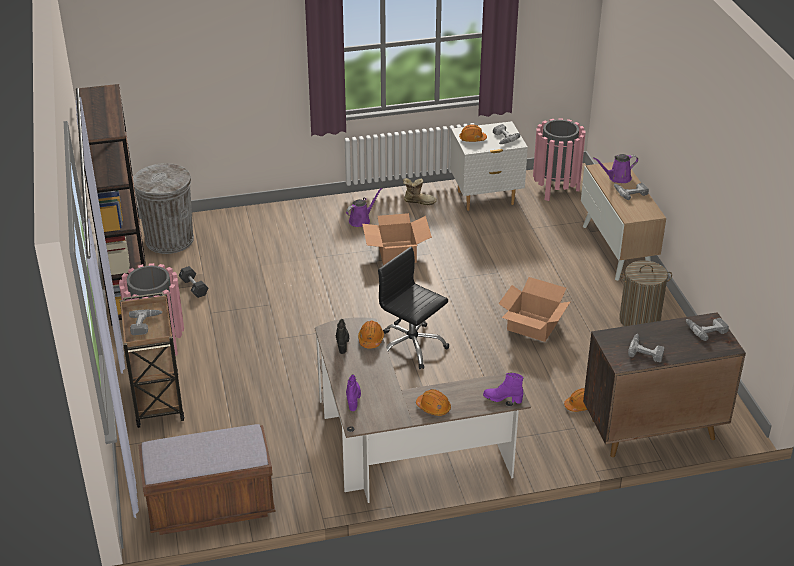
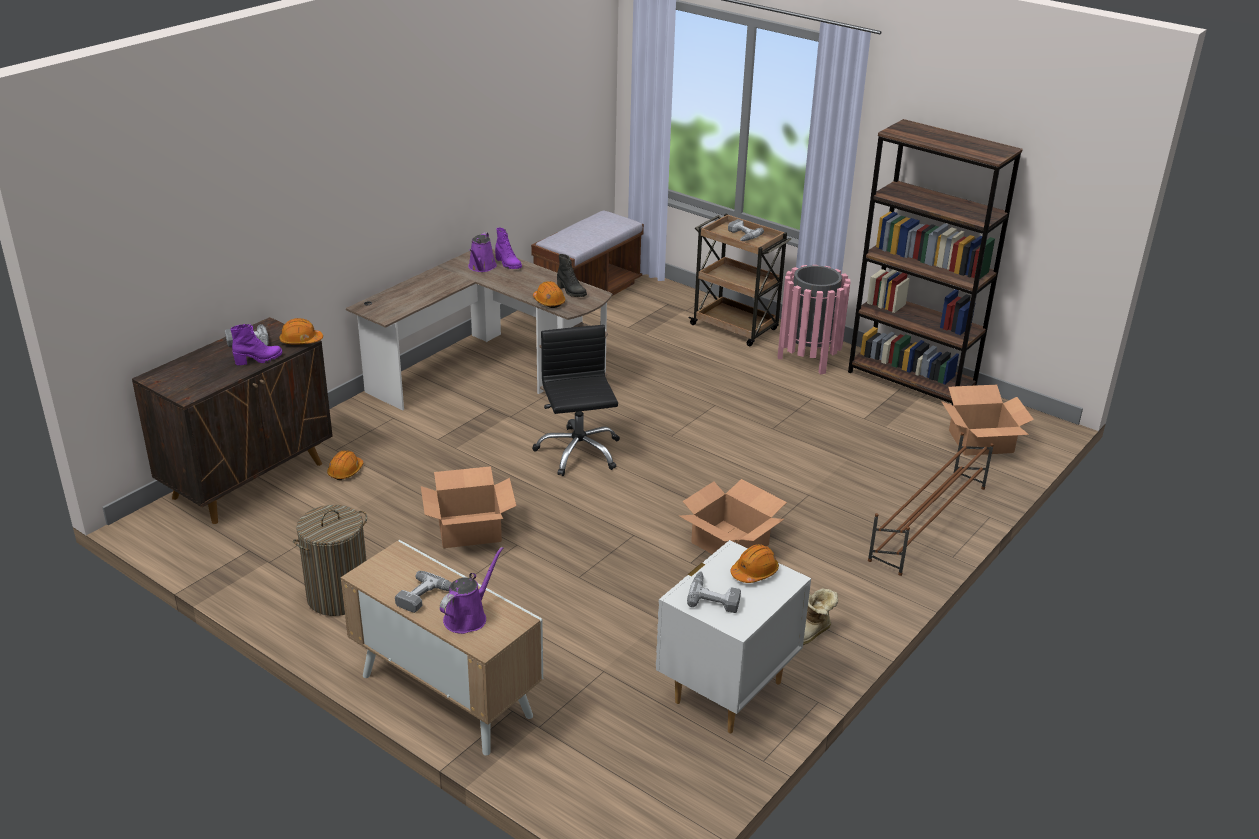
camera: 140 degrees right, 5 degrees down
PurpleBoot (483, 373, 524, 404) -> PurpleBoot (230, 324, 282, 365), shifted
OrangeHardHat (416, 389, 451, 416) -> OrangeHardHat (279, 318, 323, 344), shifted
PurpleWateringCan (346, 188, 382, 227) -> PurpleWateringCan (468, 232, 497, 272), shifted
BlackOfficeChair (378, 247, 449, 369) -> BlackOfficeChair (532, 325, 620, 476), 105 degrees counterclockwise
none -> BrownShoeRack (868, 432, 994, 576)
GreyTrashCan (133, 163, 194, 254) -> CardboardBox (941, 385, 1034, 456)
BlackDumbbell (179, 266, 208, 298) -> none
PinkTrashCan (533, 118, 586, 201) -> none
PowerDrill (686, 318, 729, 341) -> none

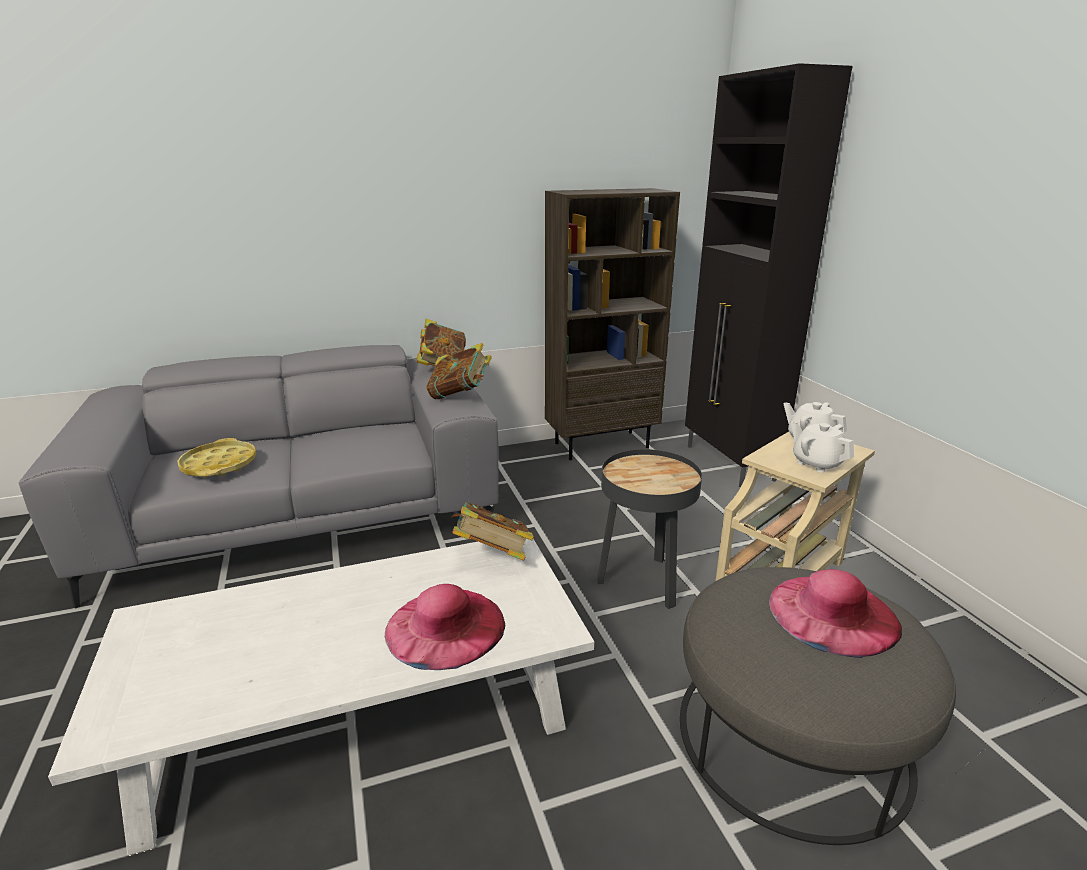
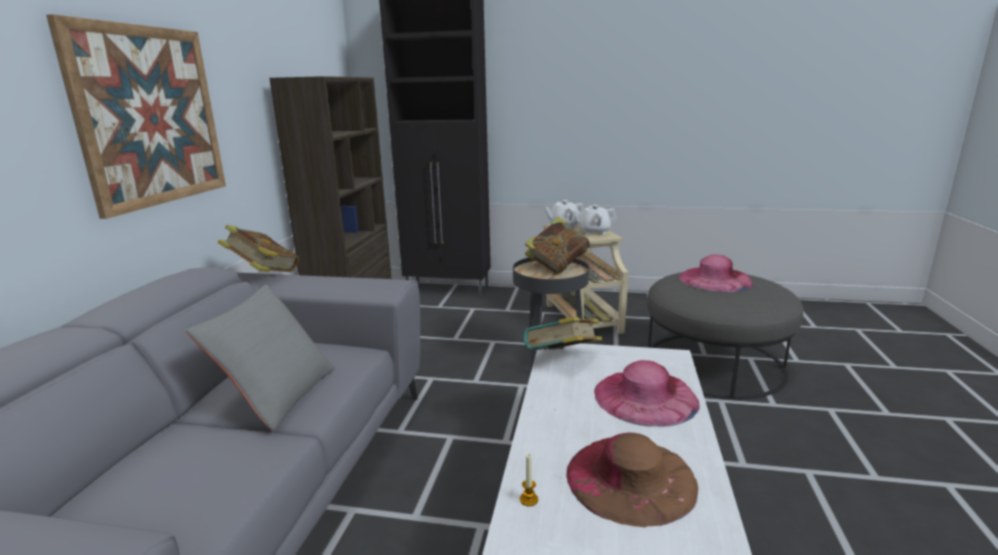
camera: 60 degrees left, 5 degrees down
none -> Picture (46, 14, 226, 219)
none -> GreyPillow (186, 284, 335, 431)
none -> Candle (520, 454, 538, 506)
Book (426, 343, 492, 399) -> Book (525, 217, 590, 274), shifted
none -> BrownHat (566, 432, 698, 527)
YellowTray (177, 438, 256, 478) -> none

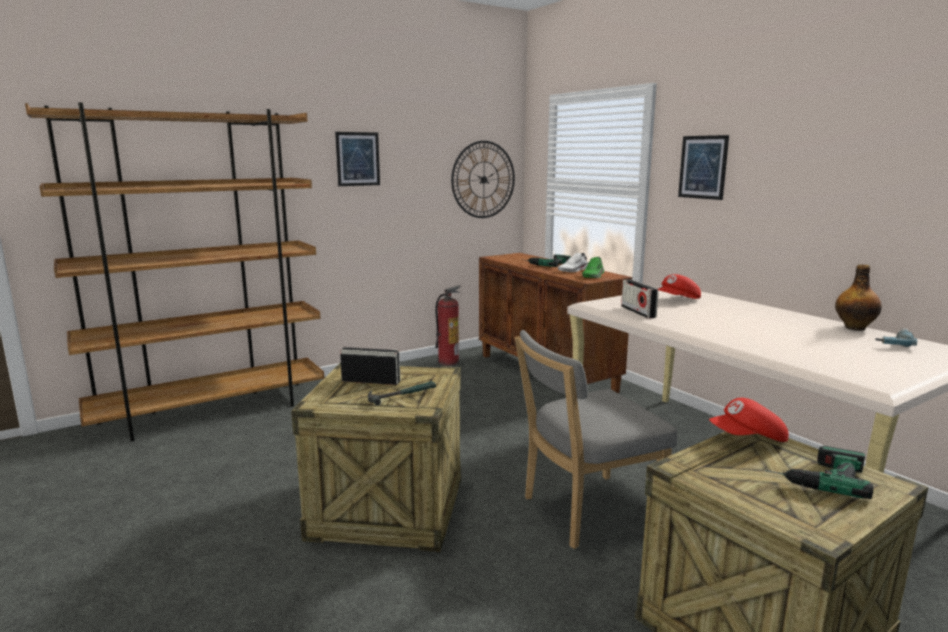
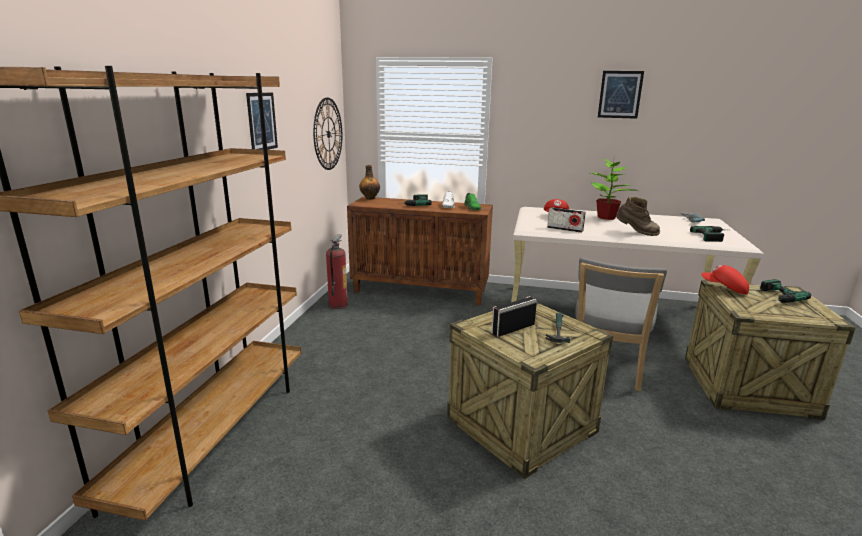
camera: 45 degrees left, 5 degrees up
Bottle (835, 265, 882, 331) -> Bottle (359, 165, 380, 200), shifted
none -> PottedPlant (591, 157, 639, 220)
Picture (678, 135, 729, 200) -> Picture (598, 71, 644, 119), shifted
none -> BrownBoot (616, 197, 660, 236)
none -> PowerDrill (690, 226, 724, 242)
RedCap (709, 398, 789, 442) -> RedCap (701, 265, 749, 295), 90 degrees clockwise

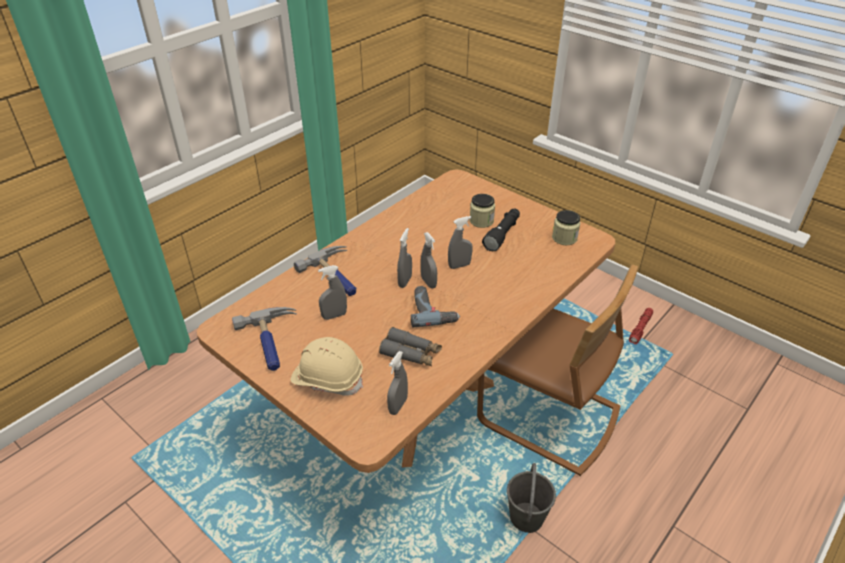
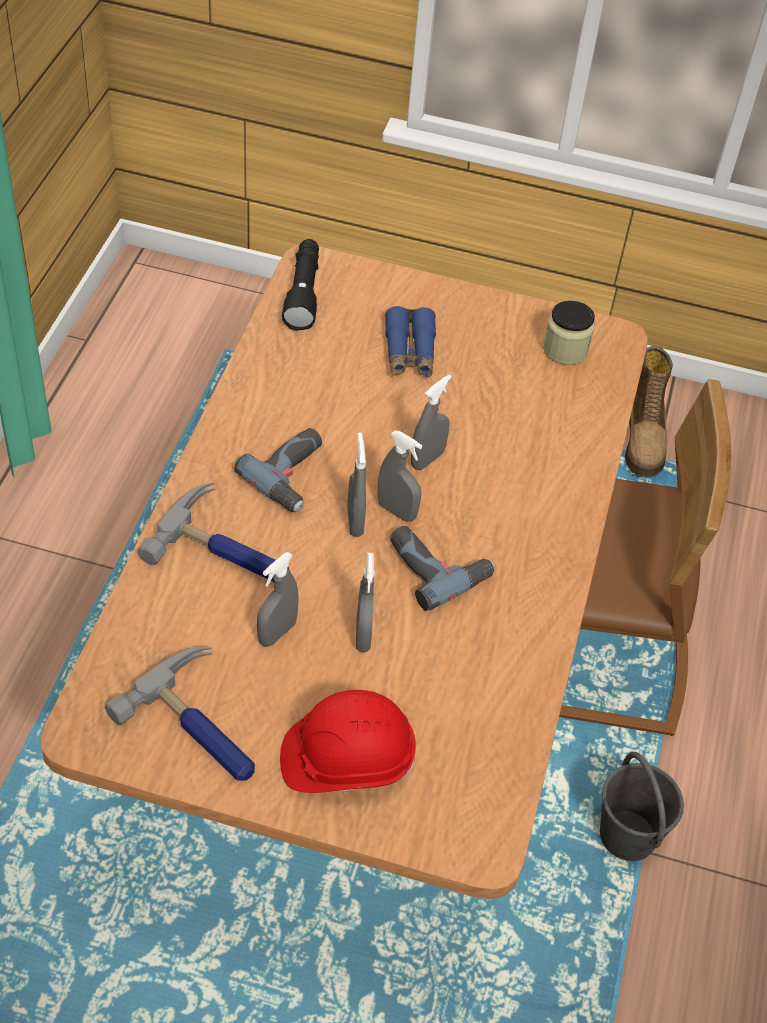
camera: 30 degrees left, 10 degrees up
none -> PowerDrill (234, 428, 322, 512)
BeigeHardHat (291, 337, 363, 396) -> RedHardHat (280, 690, 416, 793)
BlackFlashlight (482, 208, 520, 251) -> BlackFlashlight (282, 239, 319, 331), shifted
GreySprayBottle (387, 351, 408, 415) -> GreySprayBottle (356, 553, 375, 652), shifted
Jar (470, 194, 495, 228) -> BlueBinoculars (385, 306, 436, 377)
RedFlashlight (629, 308, 653, 344) -> Boot (625, 346, 673, 477)
GreyBinoculars (379, 327, 442, 366) -> none

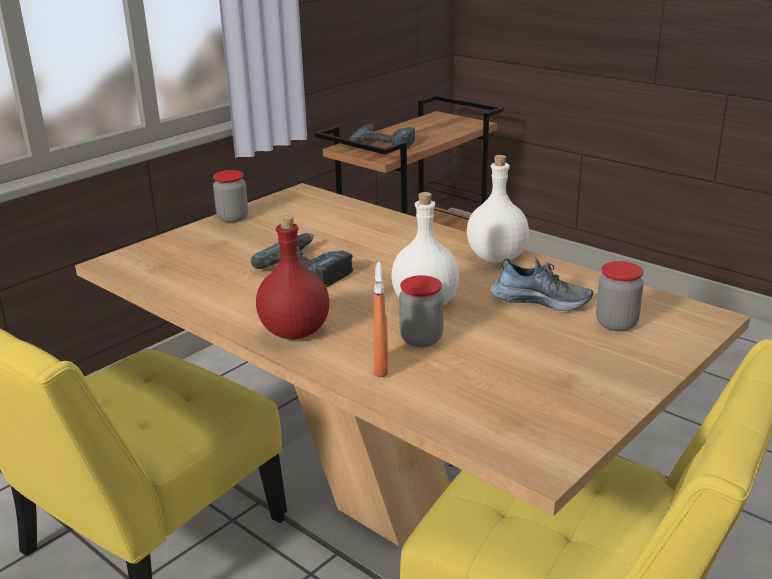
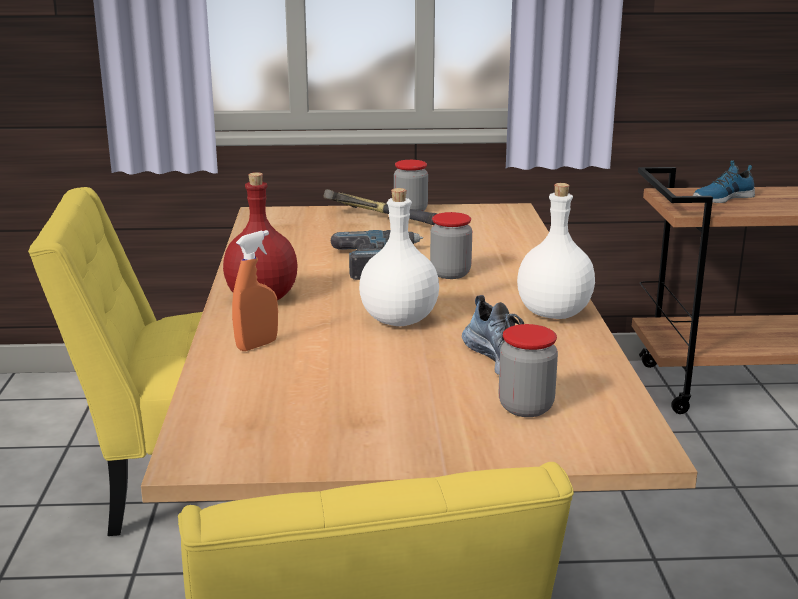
camera: 45 degrees right, 5 degrees down
none -> Hammer (324, 189, 437, 225)
Jar (399, 275, 443, 347) -> Jar (430, 212, 472, 279), shifted
PowerDrill (349, 124, 415, 149) -> Shoe (693, 160, 755, 203)

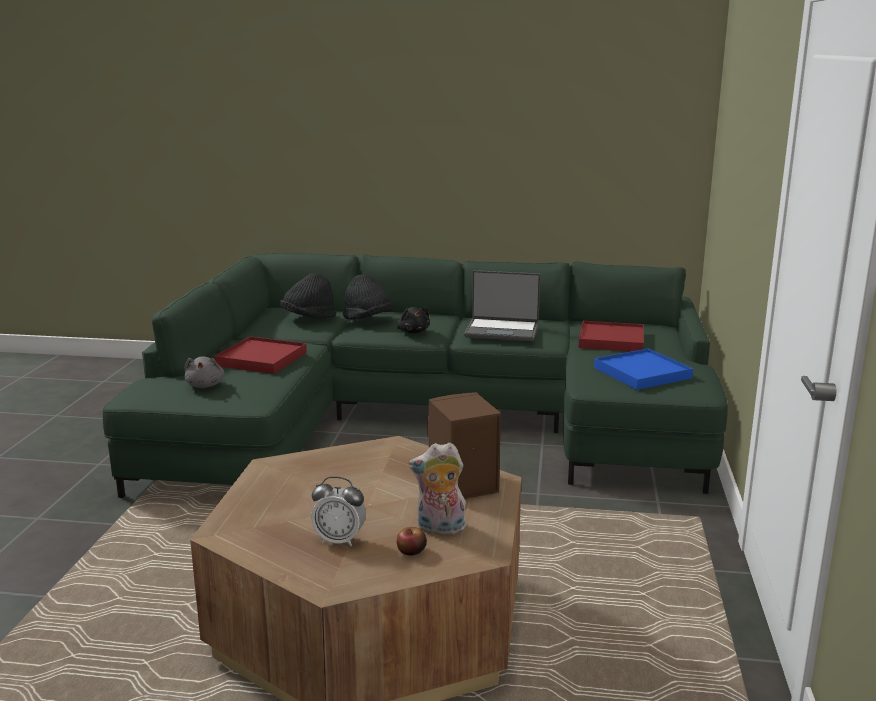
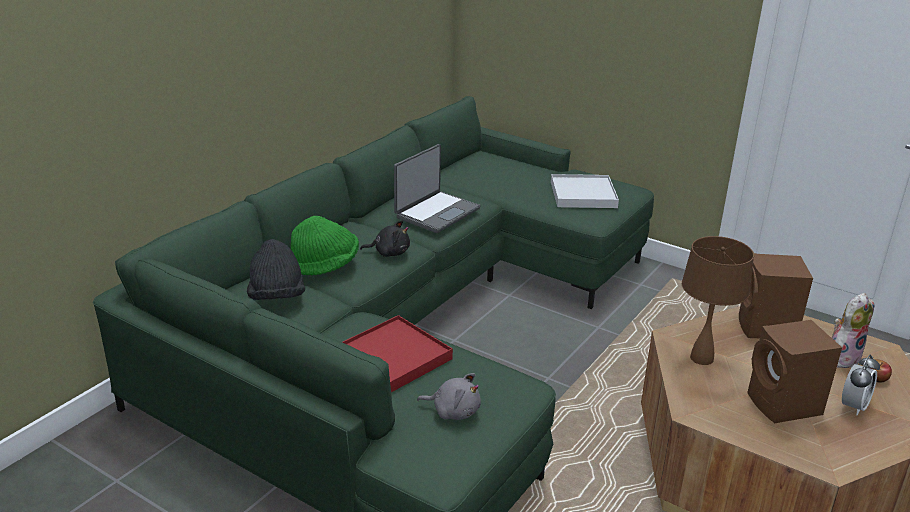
camera: 65 degrees left, 10 degrees up
BlackHat (343, 274, 395, 320) -> GreenHat (291, 216, 359, 275)
BlueTray (594, 348, 693, 390) -> WhiteTray (551, 174, 619, 208)
none -> BrownTableLamp (682, 236, 754, 365)
none -> BrownSpeaker (747, 320, 842, 423)
PlushToy (409, 443, 467, 535) -> PlushToy (832, 293, 874, 368), 150 degrees counterclockwise
RedTray (578, 321, 644, 352) -> none

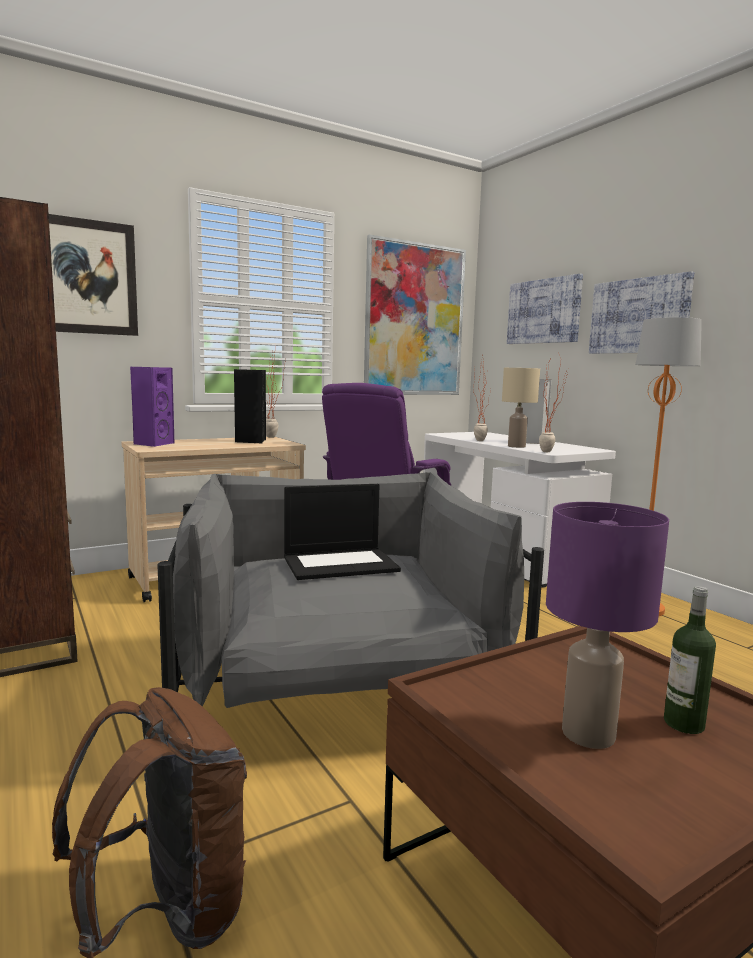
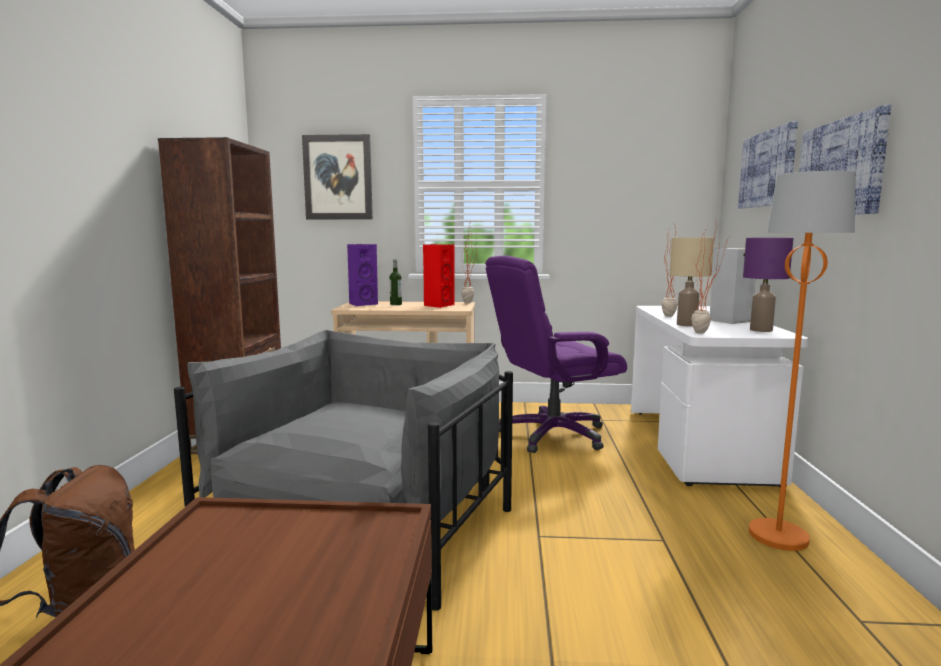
camera: 35 degrees right, 0 degrees up
Bottle (664, 586, 716, 734) -> Bottle (390, 260, 402, 305), shifted
BlackSpeaker (234, 369, 266, 443) -> RedSpeaker (423, 244, 454, 308)
PurpleTableLamp (546, 502, 669, 749) -> PurpleTableLamp (743, 238, 794, 332), shifted
Laptop (284, 484, 401, 580) -> none
Picture (364, 234, 466, 395) -> none

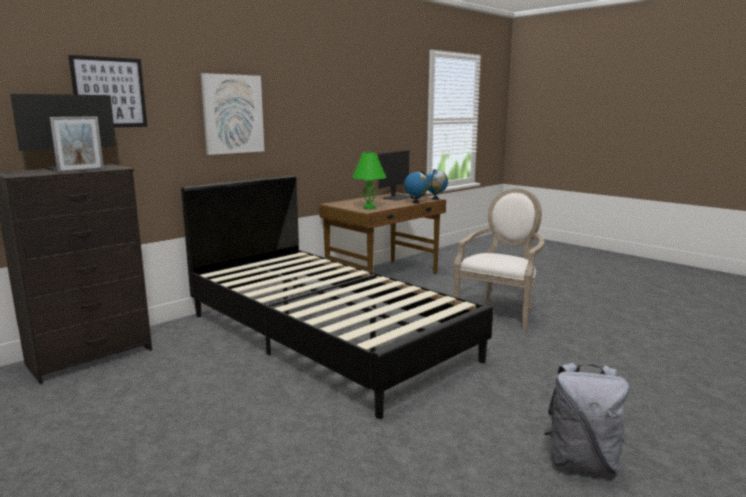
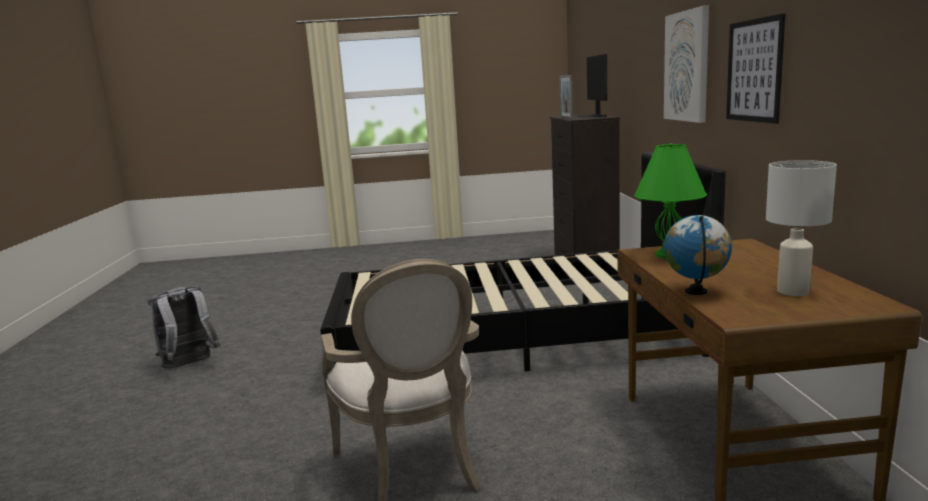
camera: 130 degrees right, 0 degrees up
Picture (68, 55, 147, 128) -> Picture (726, 14, 785, 124), shifted
Monitor (378, 150, 411, 201) -> WhiteTableLamp (766, 160, 837, 296)
Globe (426, 169, 448, 200) -> none

